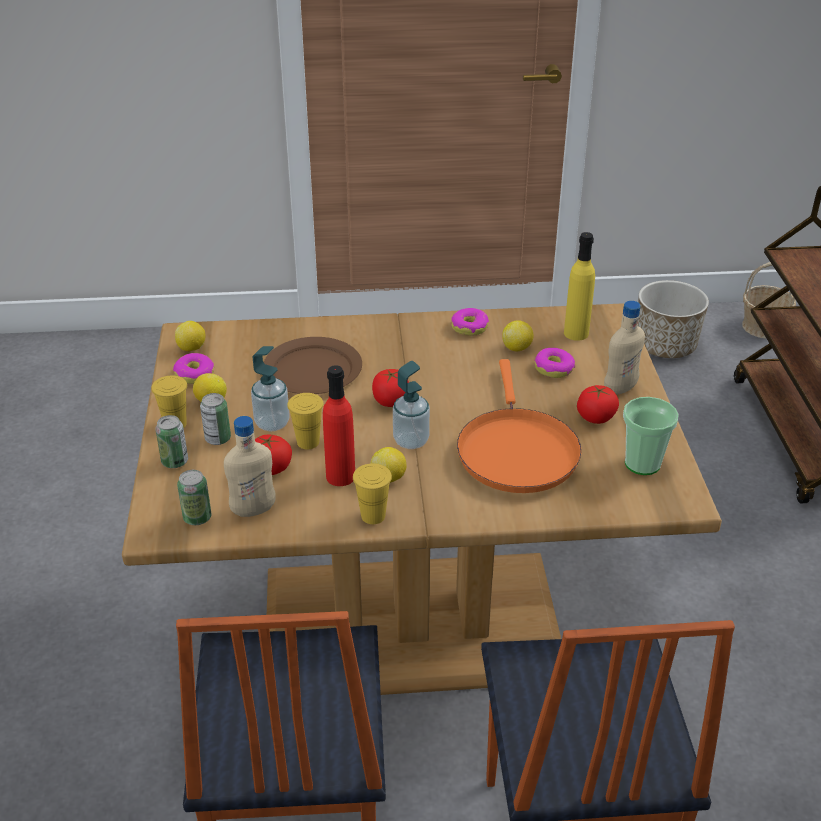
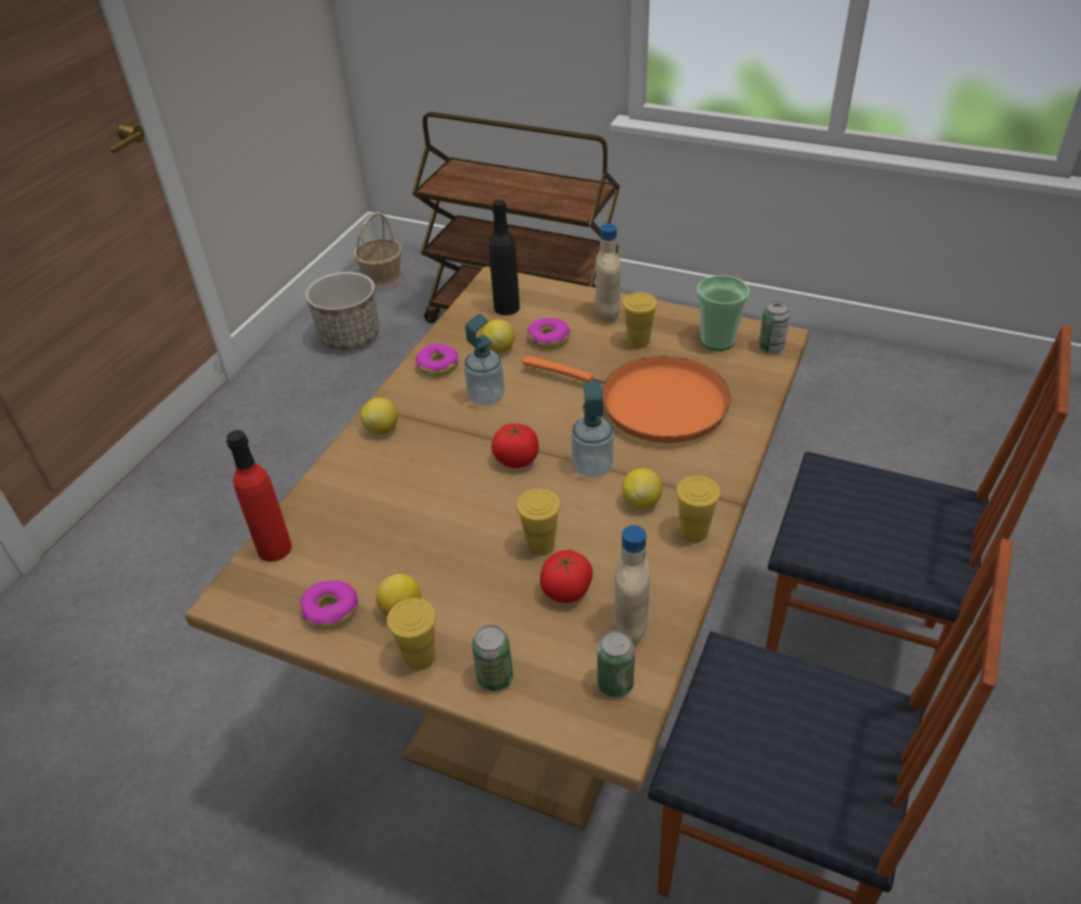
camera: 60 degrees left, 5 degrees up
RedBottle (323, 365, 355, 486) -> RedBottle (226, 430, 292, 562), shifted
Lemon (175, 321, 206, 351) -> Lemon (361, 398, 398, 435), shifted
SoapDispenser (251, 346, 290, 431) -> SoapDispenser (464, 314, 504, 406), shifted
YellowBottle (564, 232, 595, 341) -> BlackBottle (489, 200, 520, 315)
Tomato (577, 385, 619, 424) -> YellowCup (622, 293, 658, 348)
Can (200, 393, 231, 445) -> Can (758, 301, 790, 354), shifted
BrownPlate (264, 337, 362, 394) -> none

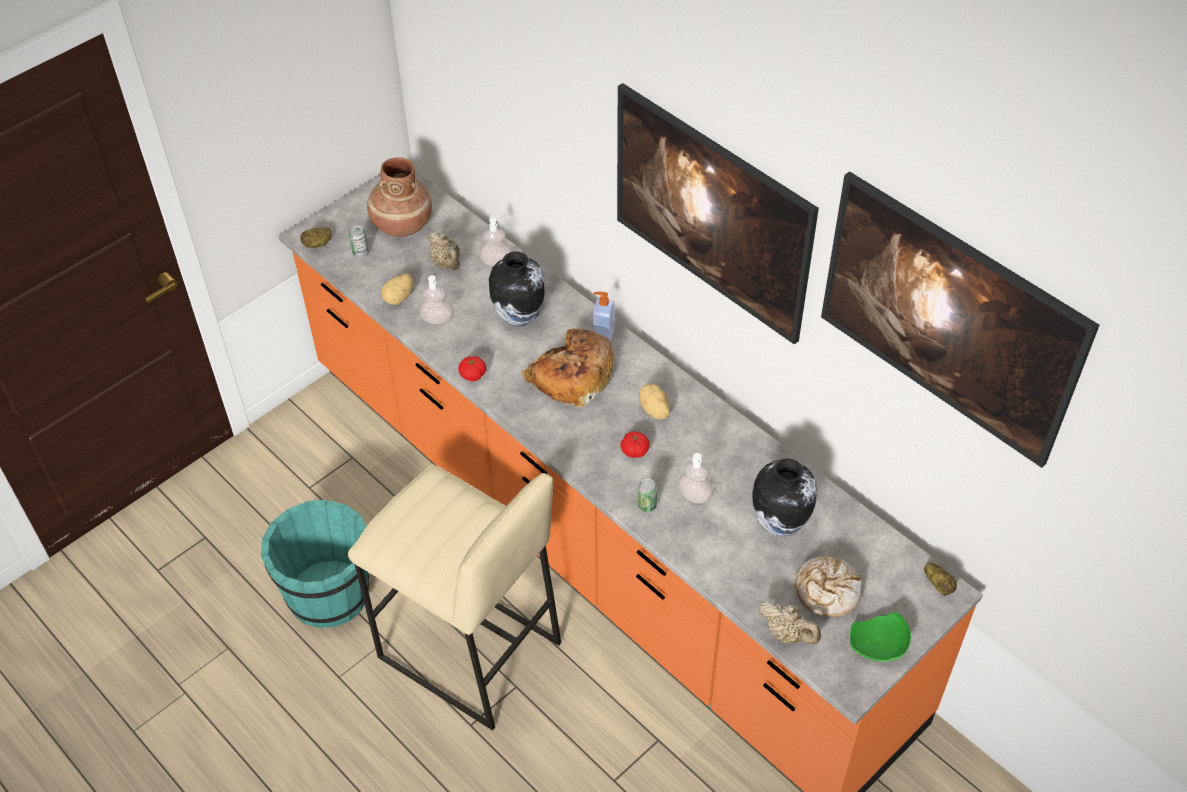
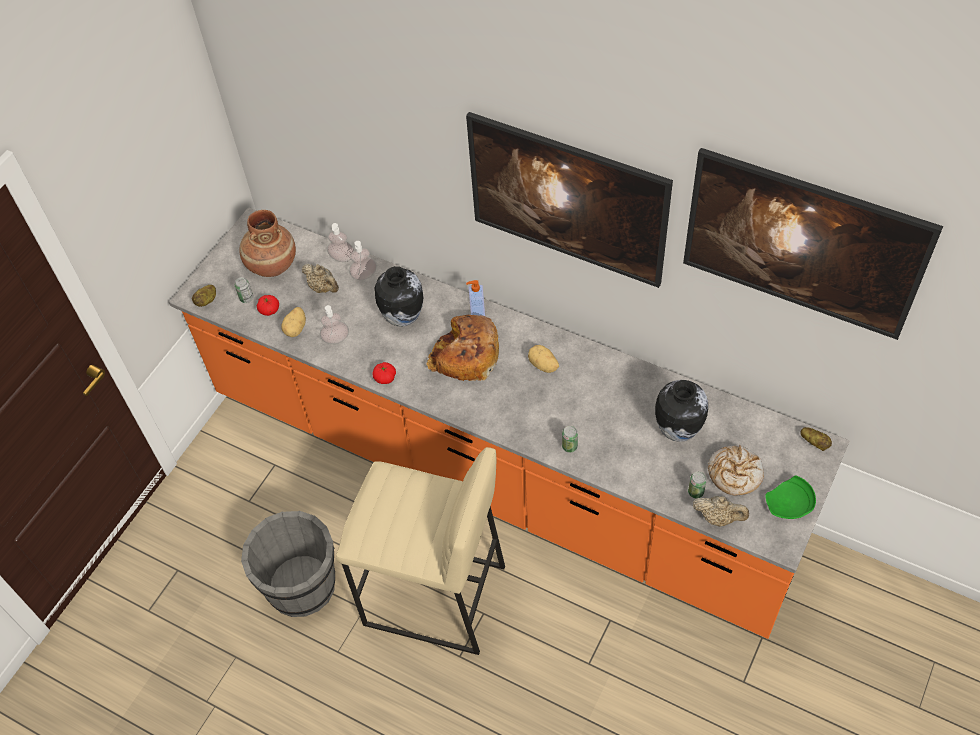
camera: 15 degrees left, 5 degrees up
TurquoiseBucket (261, 500, 369, 628) -> GreyBucket (241, 511, 335, 617)
Tomato (621, 431, 650, 458) -> Tomato (257, 295, 279, 316), shifted
SoapDispenser (677, 453, 713, 504) -> SoapDispenser (327, 223, 354, 262), shifted
none -> Can (688, 472, 707, 499)

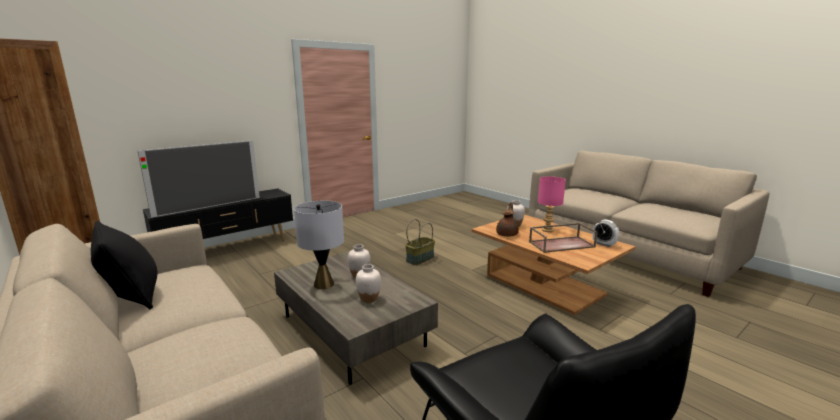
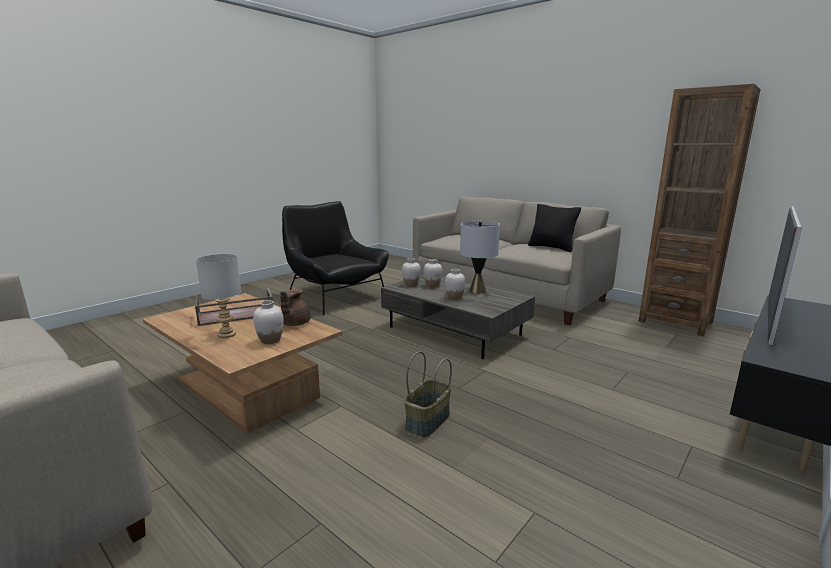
camera: 170 degrees right, 0 degrees up
PinkTableLamp (538, 176, 566, 232) -> GreyTableLamp (196, 254, 241, 338)
none -> WhiteVase (402, 258, 421, 287)
AlarmClock (593, 219, 619, 247) -> none

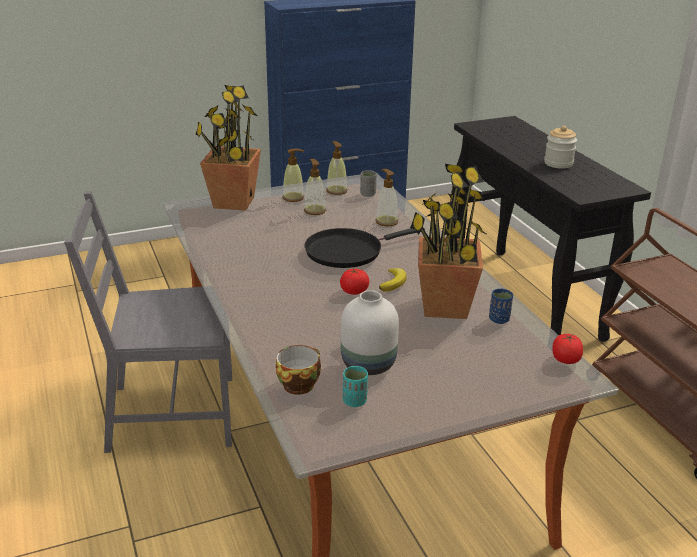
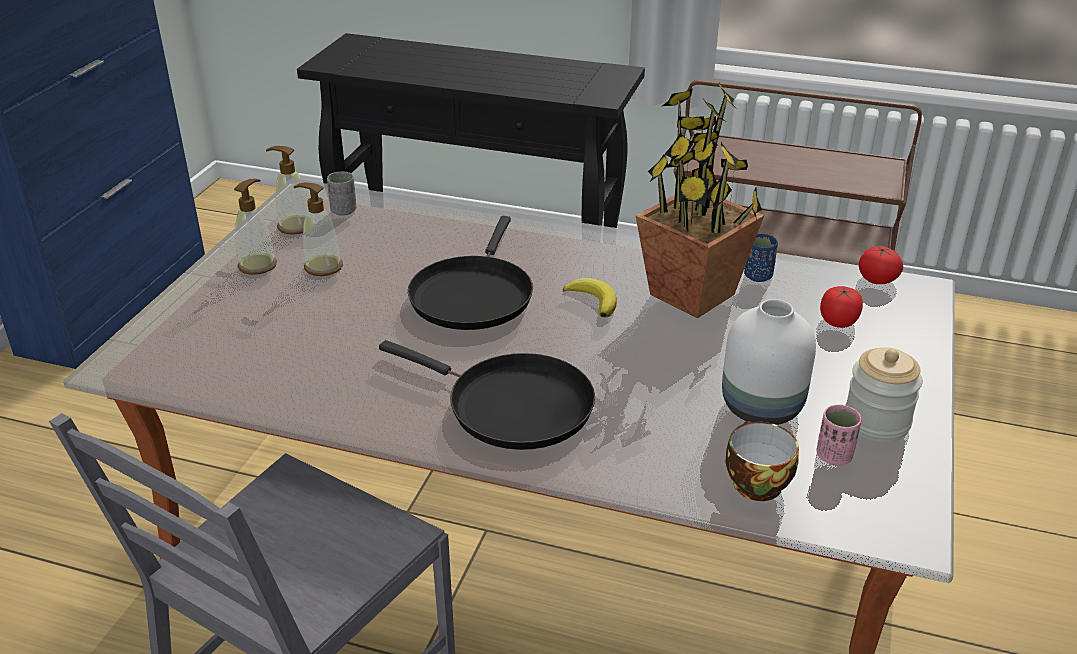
camera: 50 degrees left, 5 degrees up
none -> BlackFryingPan (379, 340, 595, 450)
TurquoiseCup (343, 366, 368, 407) -> PinkCup (816, 405, 862, 466)
Tomato (340, 268, 369, 295) -> Tomato (820, 286, 863, 328), shifted
Jar (544, 126, 577, 169) -> Jar (845, 347, 923, 442), shifted
PottedPlant (195, 85, 261, 211) -> none
SoapDispenser (375, 169, 398, 226) -> none

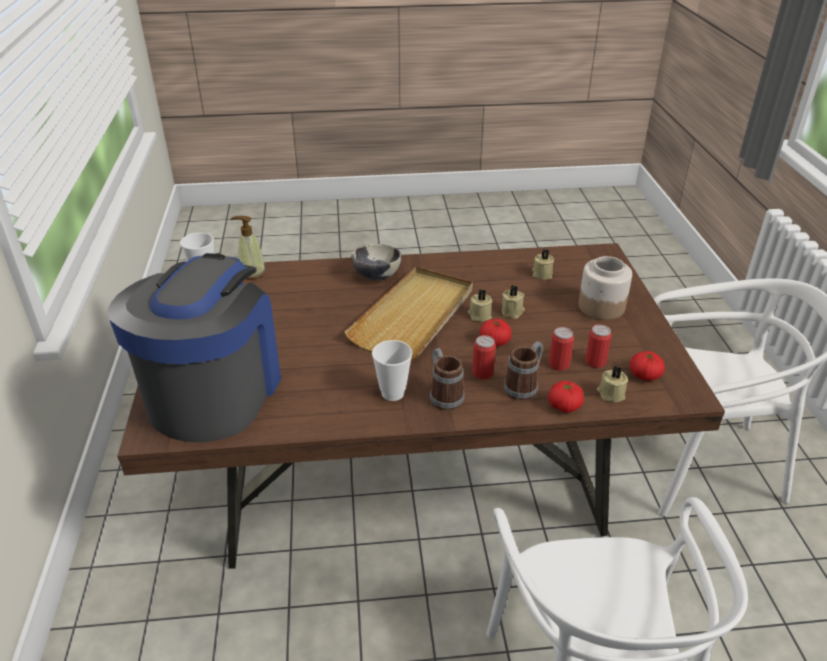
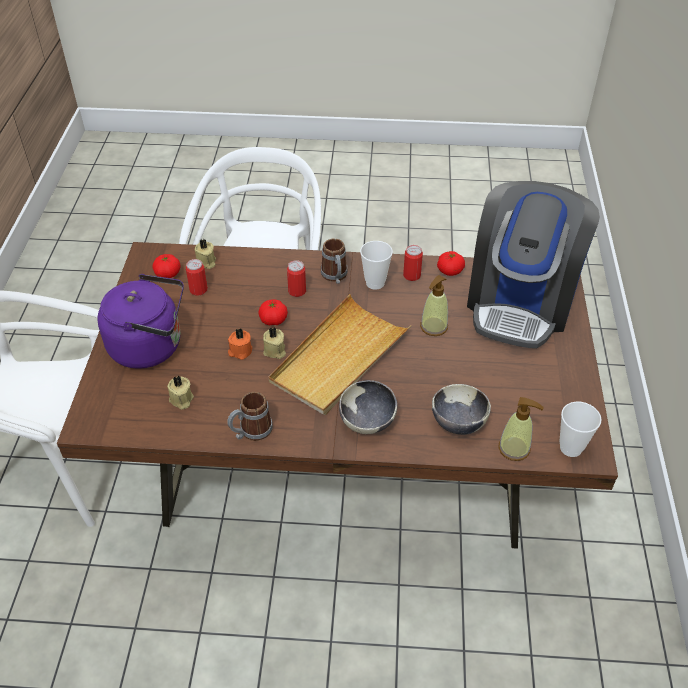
camera: 170 degrees left, 10 degrees up
Jar (578, 256, 632, 320) -> PurpleKettle (97, 274, 184, 368)
Mug (504, 342, 543, 401) -> Mug (227, 392, 273, 441), shifted
BeigeCandle (502, 285, 525, 319) -> OrangeCandle (228, 328, 252, 360)
Can (548, 327, 574, 371) -> Can (403, 245, 423, 281), shifted
none -> SoapDispenser (420, 275, 448, 336)
none -> Bowl (432, 384, 491, 435)
Tomato (548, 381, 584, 413) -> Tomato (437, 251, 465, 276), shifted

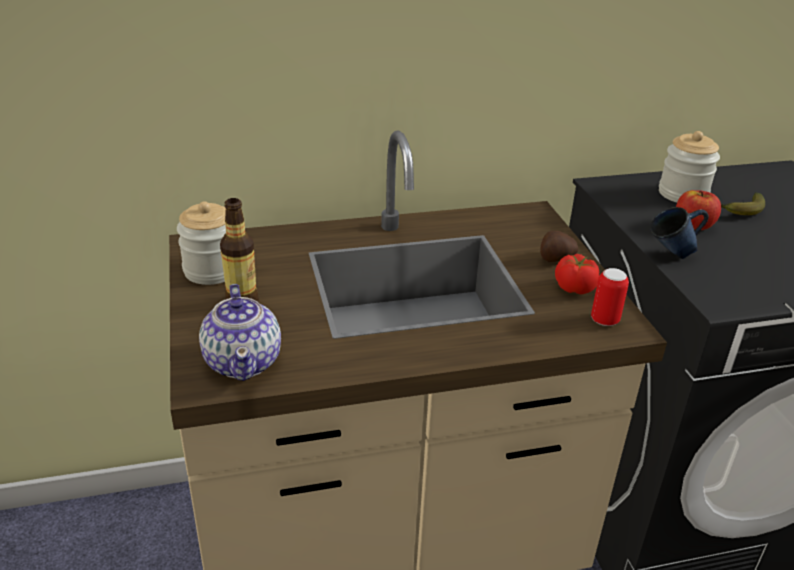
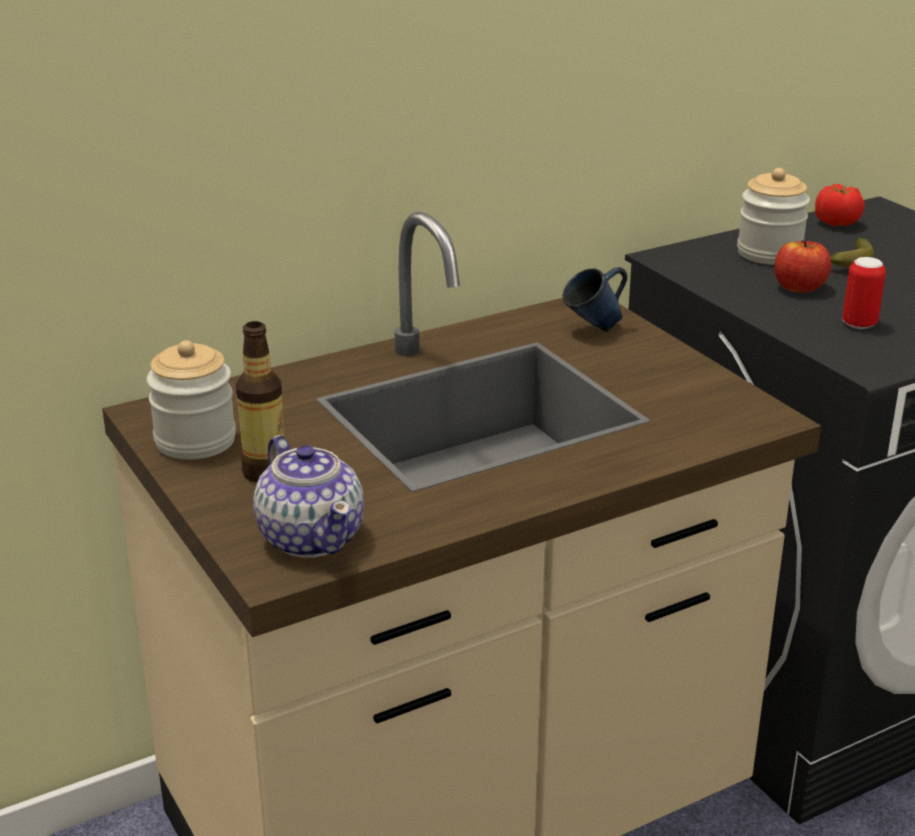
camera: 15 degrees left, 5 degrees down
BlueMug (650, 207, 709, 259) -> BlueMug (563, 267, 627, 331), shifted
Tomato (555, 254, 599, 294) -> Tomato (815, 184, 864, 226), shifted
Can (591, 268, 629, 326) -> Can (842, 257, 886, 329), shifted
Potato (540, 231, 578, 262) -> none

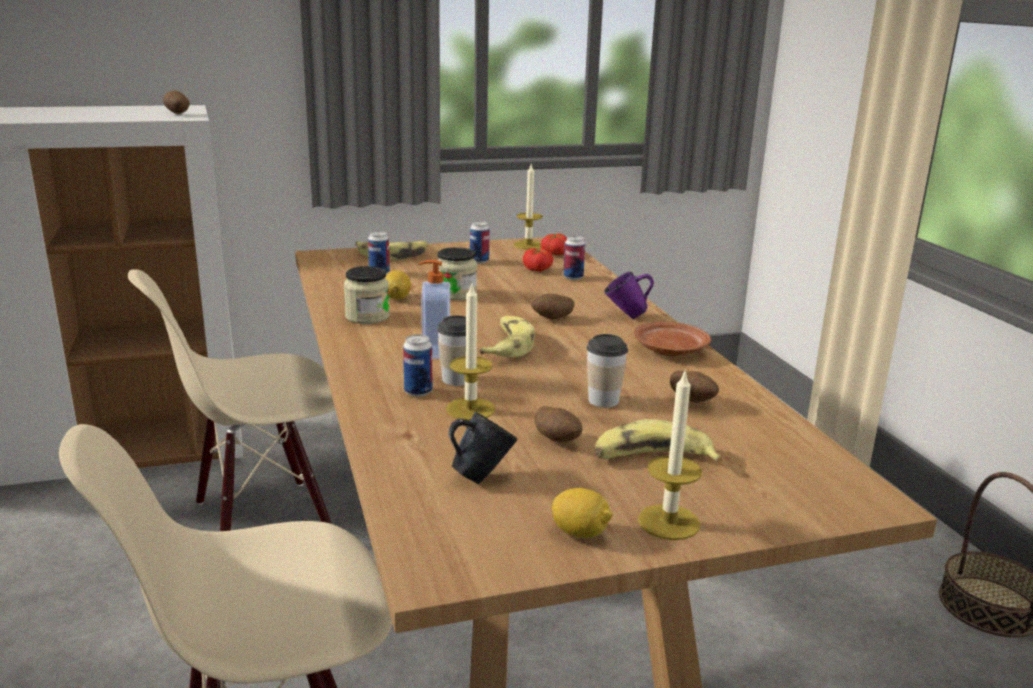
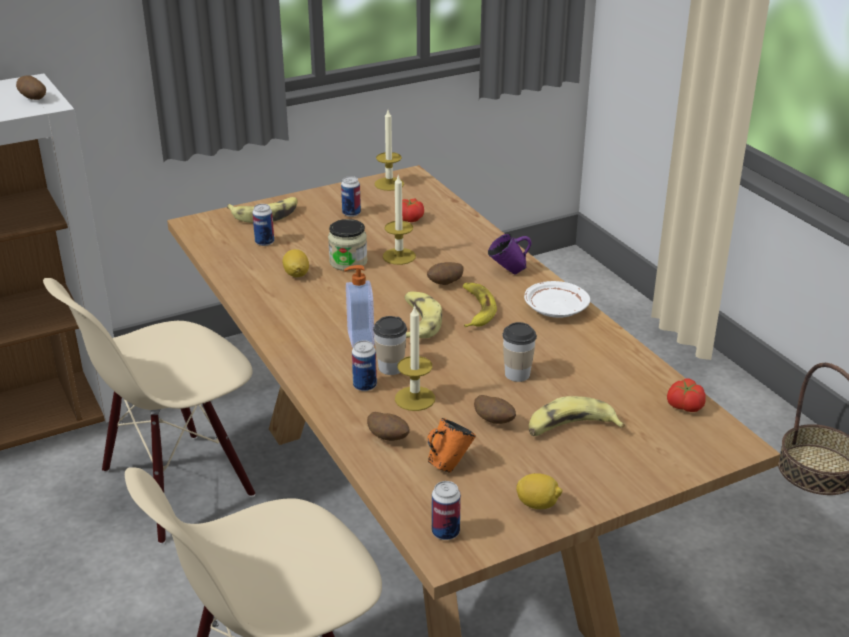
camera: 10 degrees left, 10 degrees up
Potato (670, 371, 719, 402) -> Potato (367, 412, 410, 441), shifted
Candle (638, 369, 702, 540) -> Candle (383, 176, 416, 265), shifted
BlueMug (449, 412, 517, 484) -> OrangeMug (427, 418, 476, 473)
Can (563, 236, 585, 280) -> Can (432, 481, 461, 540), shifted
none -> Banana (463, 283, 497, 327)
BrownPlate (634, 322, 711, 356) -> WhitePlate (524, 281, 590, 318)
Tomato (541, 233, 567, 255) -> Tomato (667, 378, 706, 412), shifted
Jar (344, 266, 390, 324) -> none

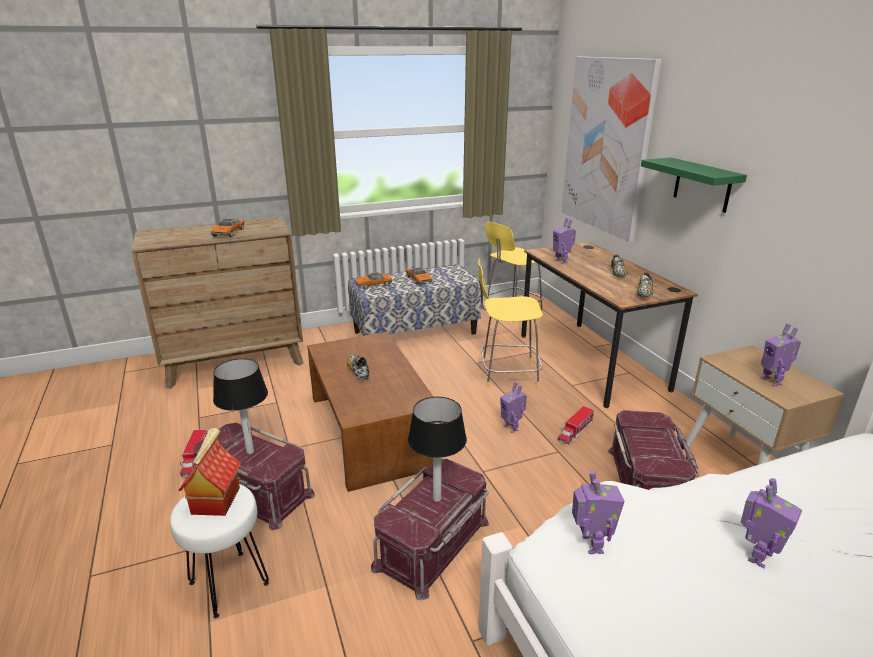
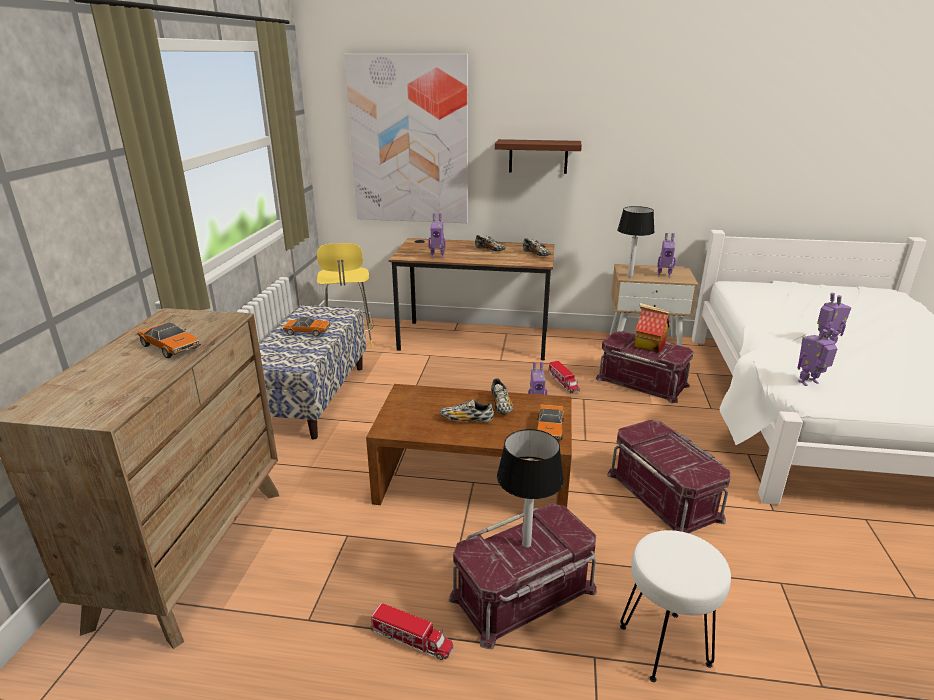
camera: 60 degrees left, 0 degrees up
none -> Shoe (491, 378, 513, 414)
GreenShelf (641, 157, 747, 213) -> BrownShelf (495, 139, 582, 174)
ToyCar (355, 272, 393, 289) -> ToyCar (536, 405, 564, 440), shifted
TableLamp (408, 397, 467, 502) -> TableLamp (617, 206, 655, 277), shifted
ToyHouse (178, 428, 241, 516) -> ToyHouse (634, 303, 670, 353), shifted
ToyRobot (572, 470, 625, 554) -> ToyRobot (798, 328, 838, 386), 45 degrees counterclockwise
YellowStool (478, 259, 543, 388) -> none

